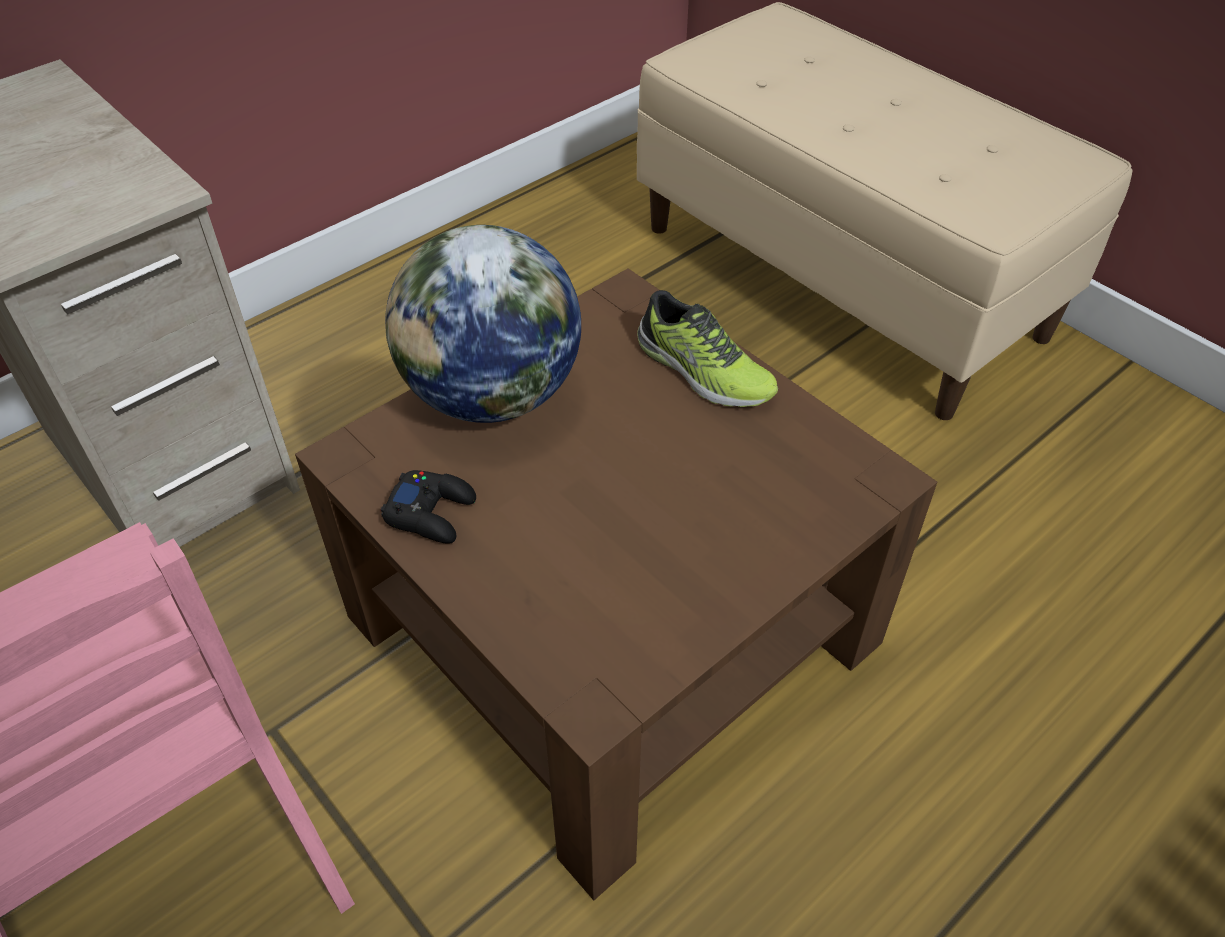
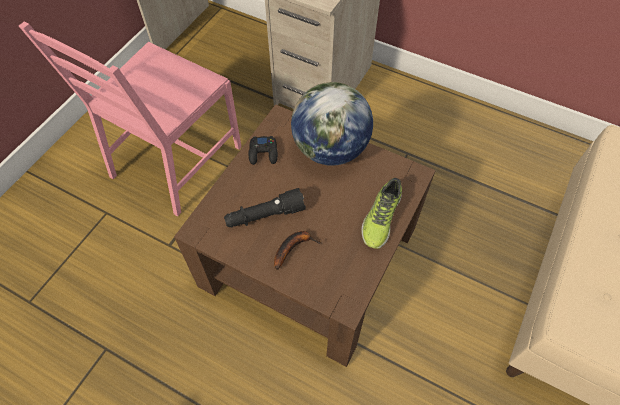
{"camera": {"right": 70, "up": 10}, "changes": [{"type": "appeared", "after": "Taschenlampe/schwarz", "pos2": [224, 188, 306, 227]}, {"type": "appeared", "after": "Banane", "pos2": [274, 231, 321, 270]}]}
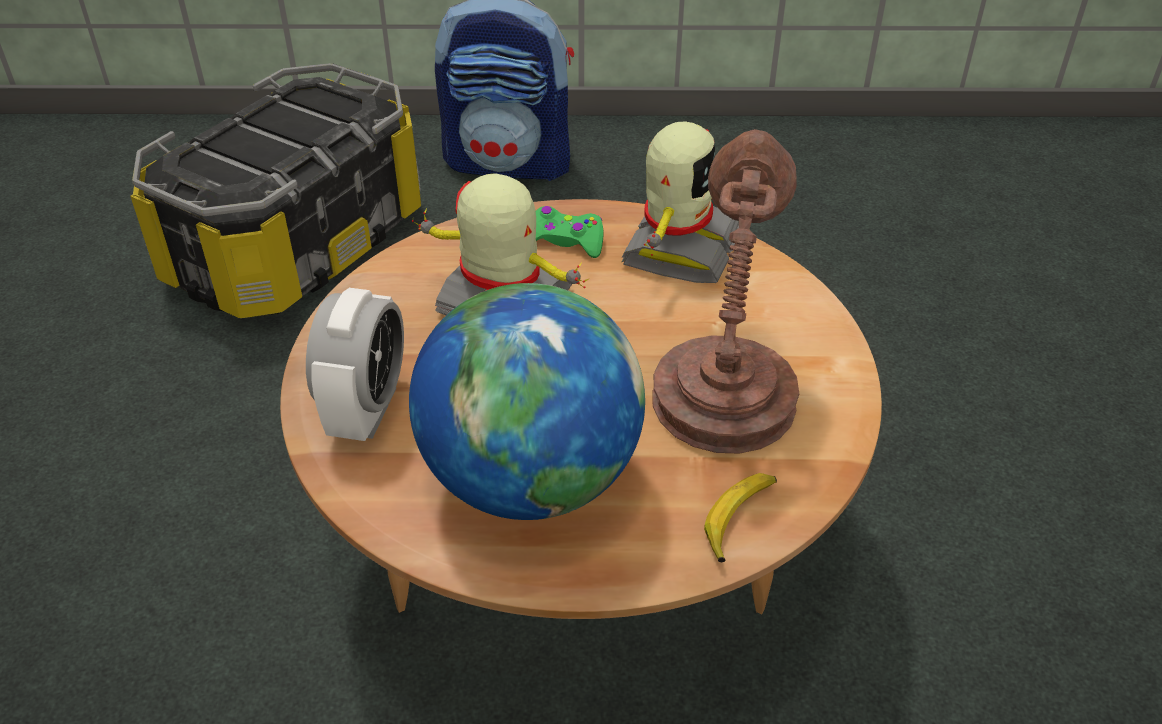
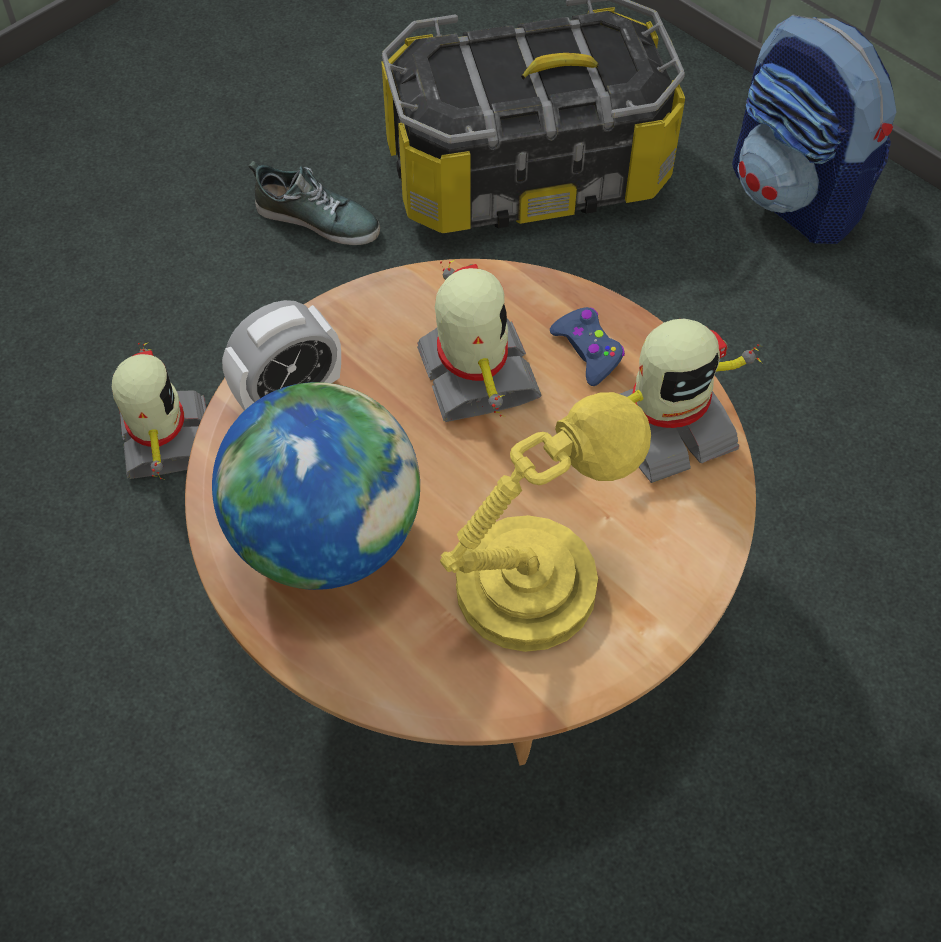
{"camera": {"right": 45, "up": 15}, "changes": [{"type": "appeared", "after": "Spielzeugroboter", "pos2": [112, 341, 206, 479]}, {"type": "appeared", "after": "Schuh", "pos2": [249, 161, 380, 245]}, {"type": "relocated", "before": "Banane", "pos1": [704, 473, 777, 562], "pos2": [521, 53, 599, 79]}, {"type": "colour", "before": "Gamepad/grün", "after": "Gamepad/blau", "pos1": [535, 206, 603, 258], "pos2": [550, 307, 625, 386]}, {"type": "colour", "before": "Tischlampe/braun", "after": "Tischlampe/gelb", "pos1": [652, 129, 799, 454], "pos2": [440, 392, 651, 652]}]}
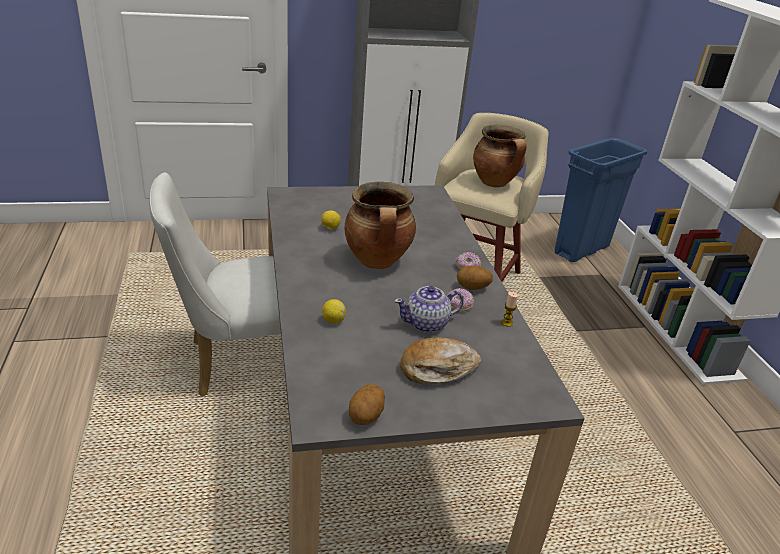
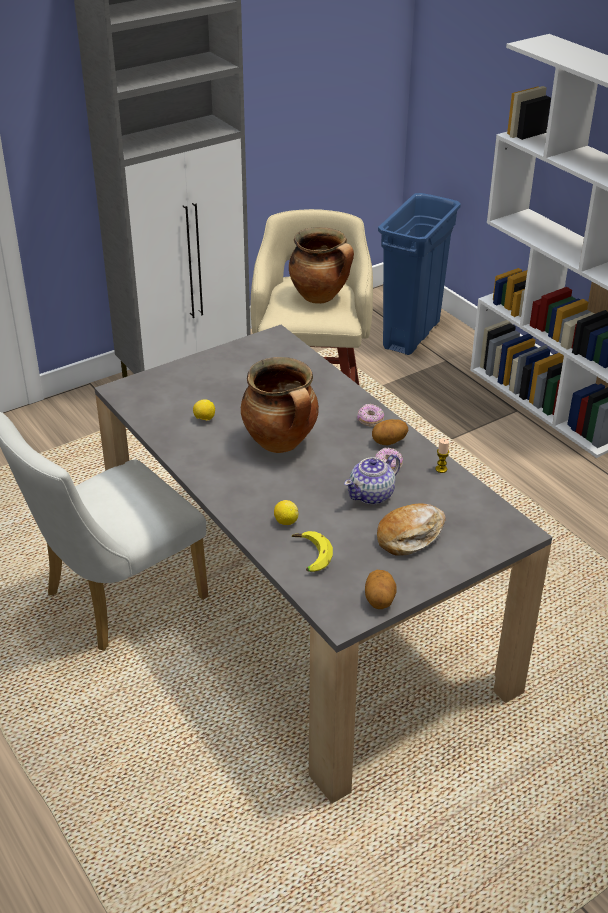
{"camera": {"right": -20, "up": 5}, "changes": [{"type": "appeared", "after": "Banane", "pos2": [292, 531, 333, 572]}]}
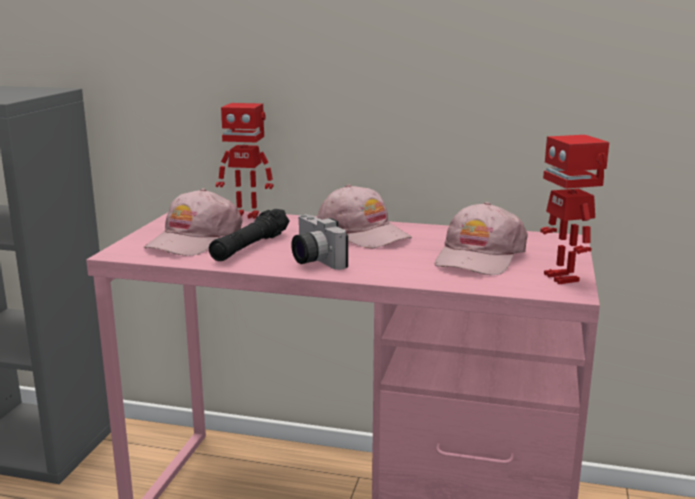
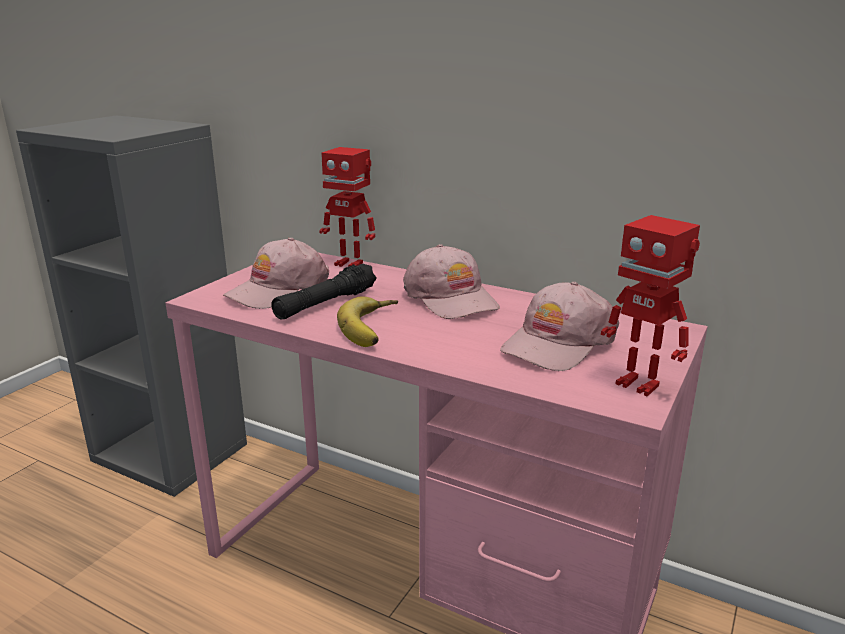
{"camera": {"right": 15, "up": 5}, "changes": [{"type": "exchanged", "before": "Kamera", "after": "Banane", "pos1": [291, 214, 348, 270], "pos2": [337, 297, 398, 347]}, {"type": "spun", "before": "Spielzeugroboter", "pos1": [540, 135, 609, 284], "pos2": [601, 215, 700, 397], "turn": -45}]}
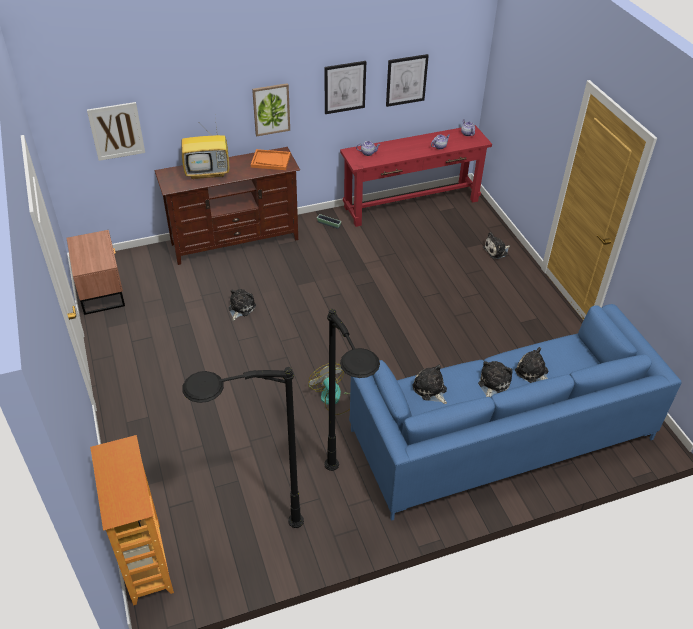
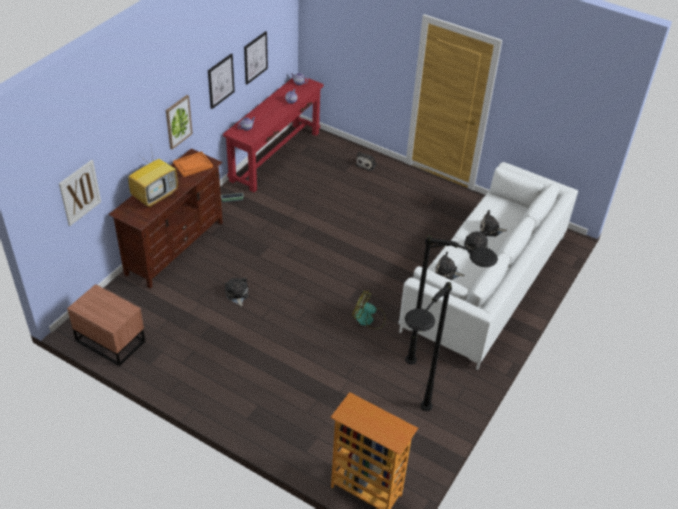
{"camera": {"right": -40, "up": 0}, "changes": [{"type": "colour", "before": "Sofa/blau", "after": "Sofa/weiß", "pos1": [349, 304, 682, 521], "pos2": [398, 162, 578, 370]}]}
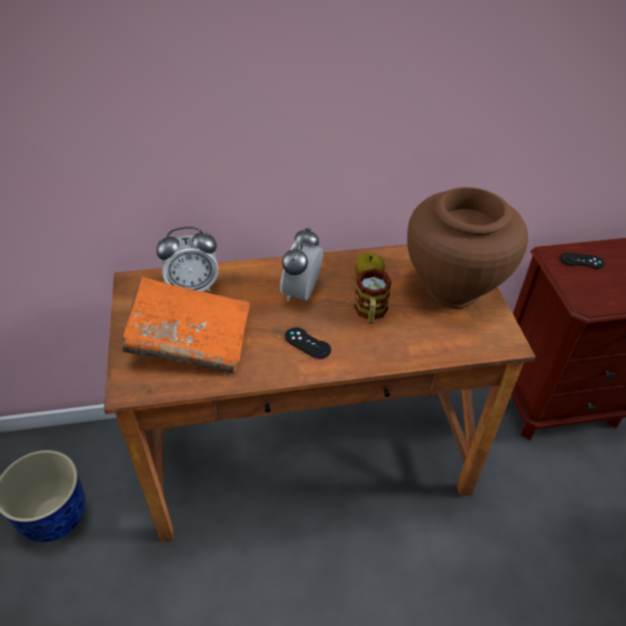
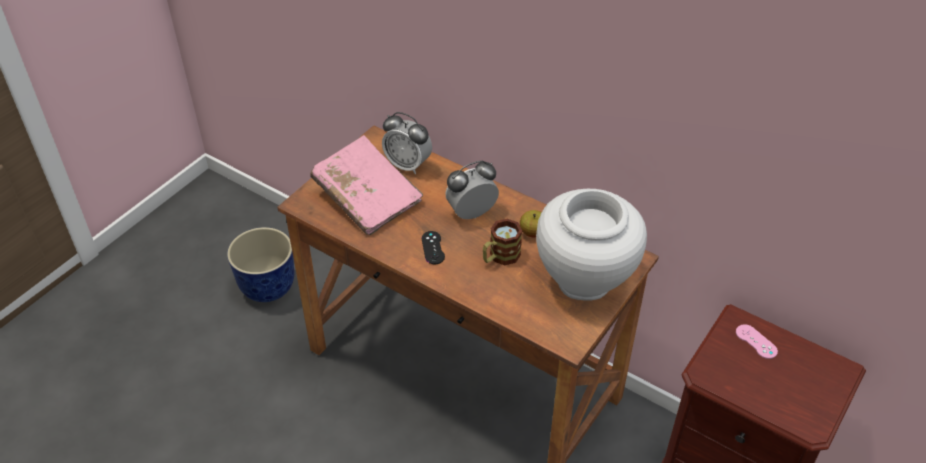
{"camera": {"right": 45, "up": 0}, "changes": [{"type": "colour", "before": "Buch/orange", "after": "Buch/rosa", "pos1": [122, 277, 250, 373], "pos2": [310, 135, 423, 235]}, {"type": "colour", "before": "Vase/braun", "after": "Vase/weiß", "pos1": [407, 187, 528, 309], "pos2": [536, 189, 647, 301]}, {"type": "colour", "before": "Gamepad/schwarz", "after": "Gamepad/rosa", "pos1": [560, 253, 605, 269], "pos2": [736, 324, 778, 359]}]}
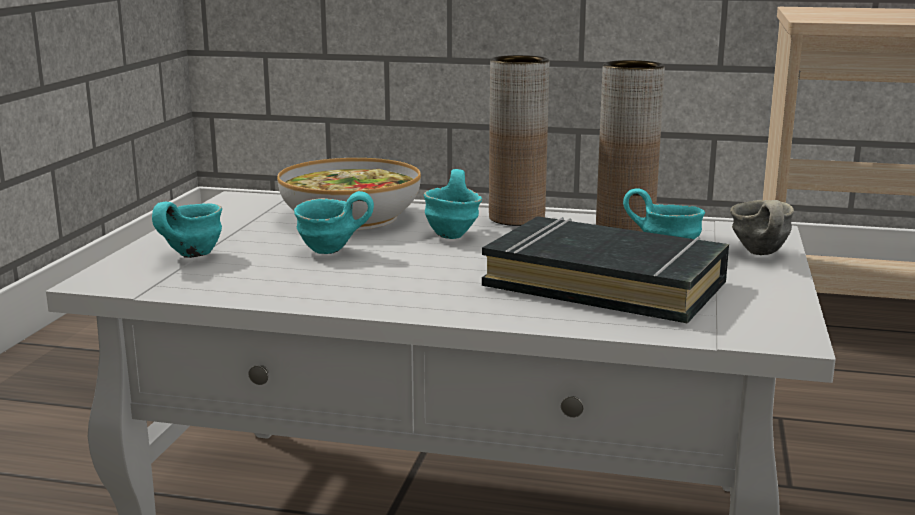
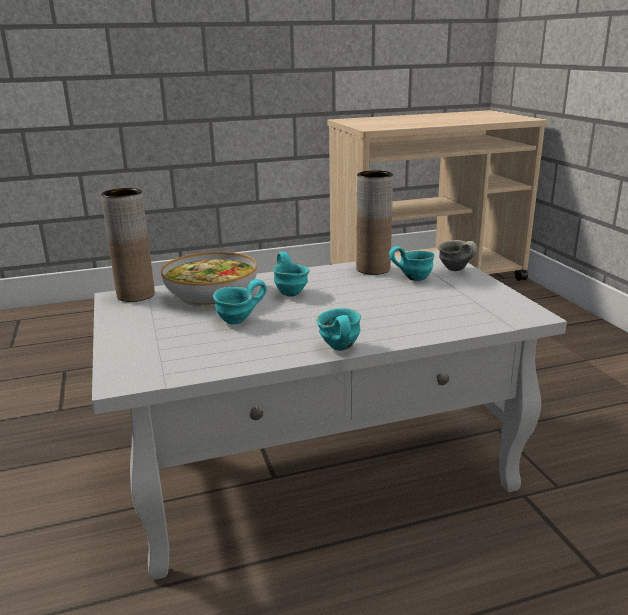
{"camera": {"right": -30, "up": 5}, "changes": [{"type": "missing", "before": "Buch/schwarz", "pos1": [482, 217, 729, 323]}, {"type": "relocated", "before": "Henkelbecher/türkis", "pos1": [152, 202, 222, 258], "pos2": [316, 308, 361, 351]}, {"type": "relocated", "before": "Vase/braun", "pos1": [489, 55, 549, 226], "pos2": [101, 188, 155, 302]}]}
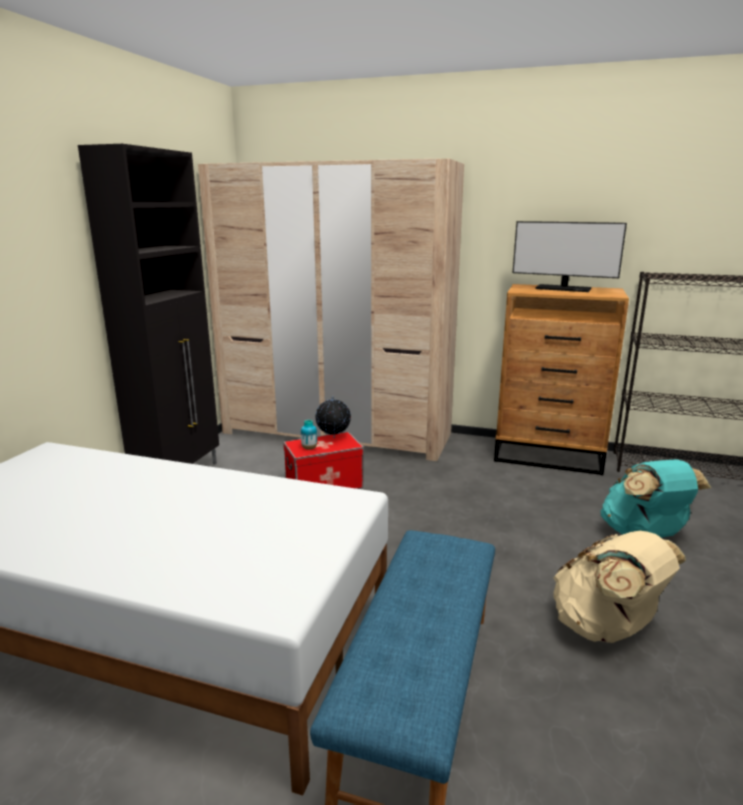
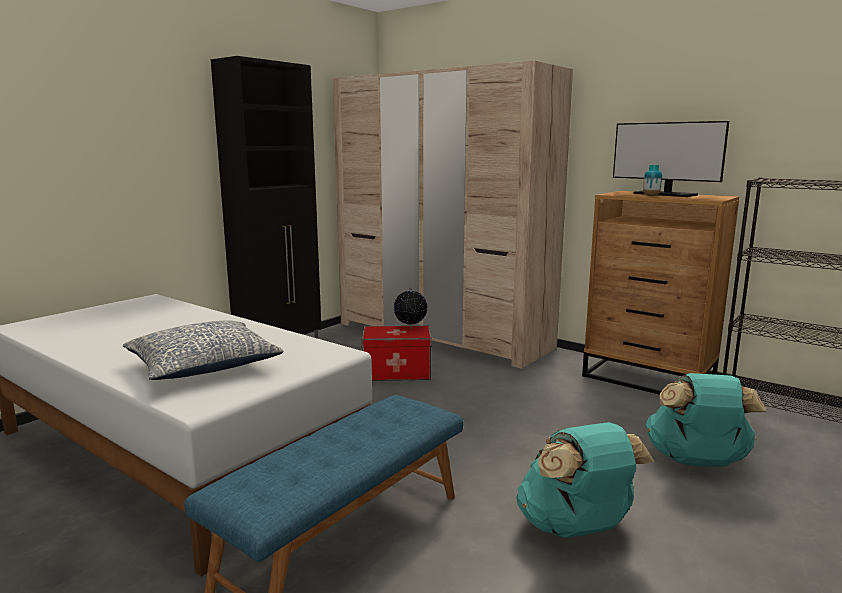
{"camera": {"right": 20, "up": -5}, "changes": [{"type": "appeared", "after": "Kissen", "pos2": [123, 320, 283, 380]}, {"type": "relocated", "before": "Vase", "pos1": [301, 420, 317, 450], "pos2": [643, 165, 662, 196]}, {"type": "colour", "before": "Rucksack/beige", "after": "Rucksack/türkis", "pos1": [553, 531, 686, 643], "pos2": [516, 422, 655, 538]}]}
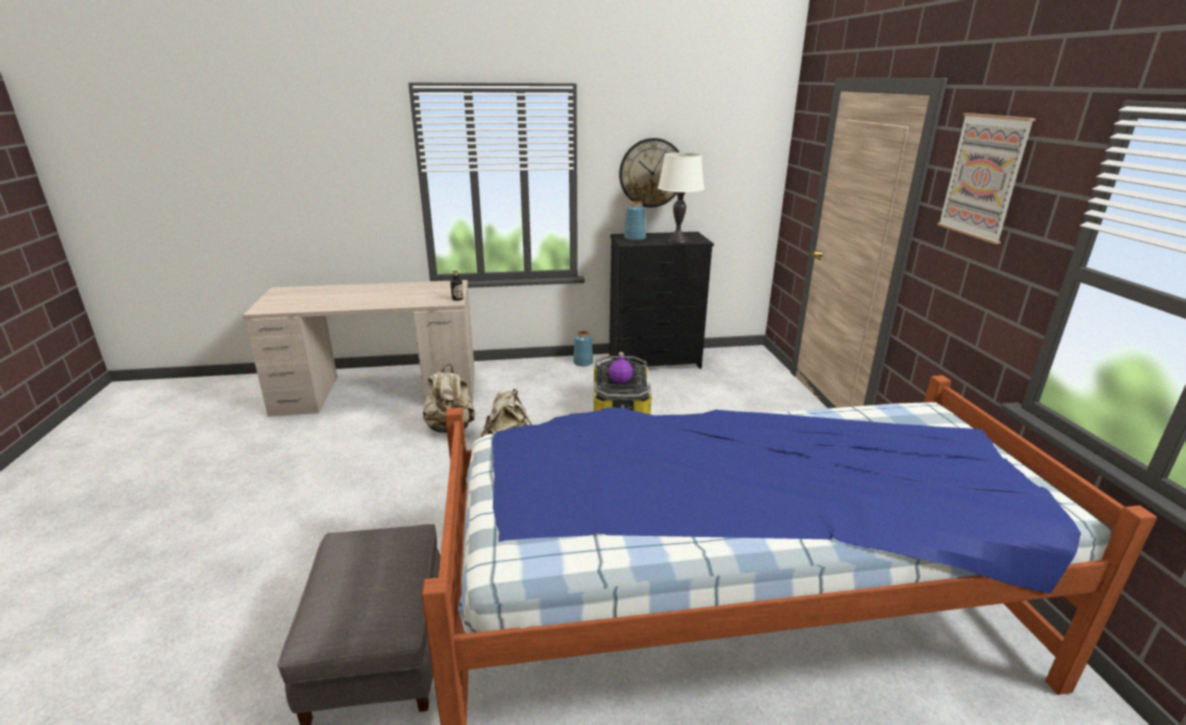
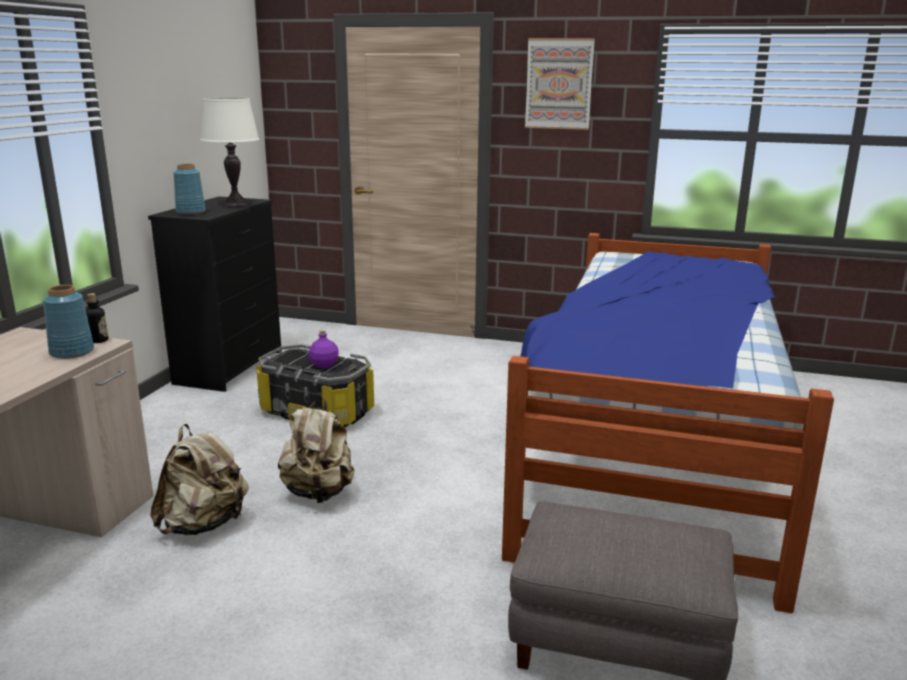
{"camera": {"right": -65, "up": -5}, "changes": [{"type": "missing", "before": "Wanduhr", "pos1": [619, 138, 679, 207]}, {"type": "relocated", "before": "Vase/blau", "pos1": [573, 331, 593, 366], "pos2": [43, 285, 94, 359]}]}
